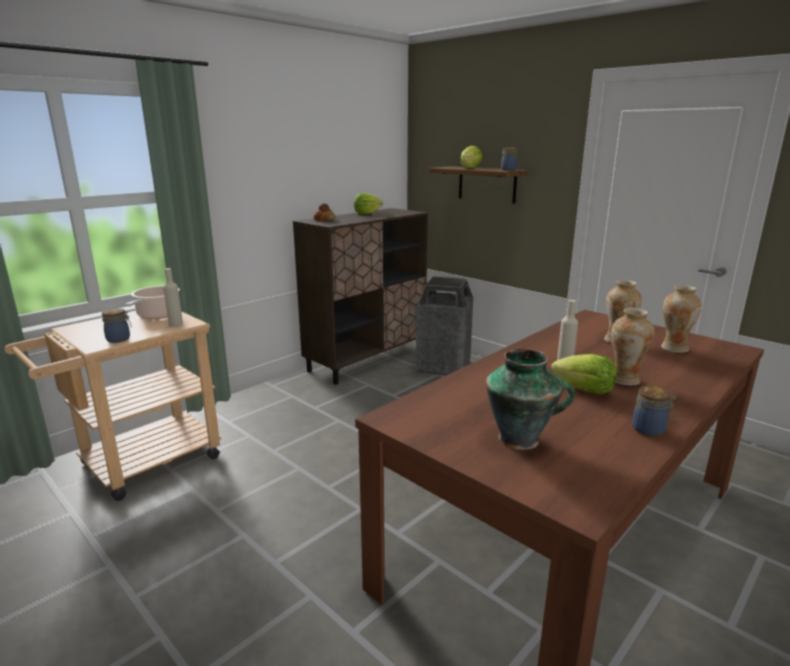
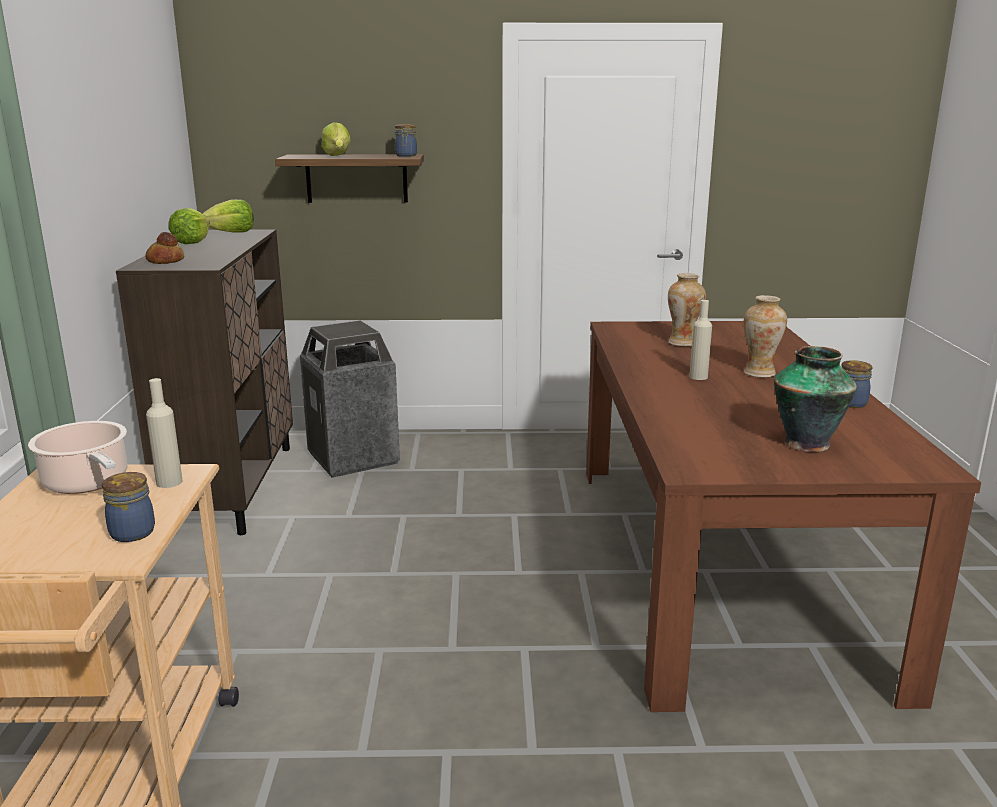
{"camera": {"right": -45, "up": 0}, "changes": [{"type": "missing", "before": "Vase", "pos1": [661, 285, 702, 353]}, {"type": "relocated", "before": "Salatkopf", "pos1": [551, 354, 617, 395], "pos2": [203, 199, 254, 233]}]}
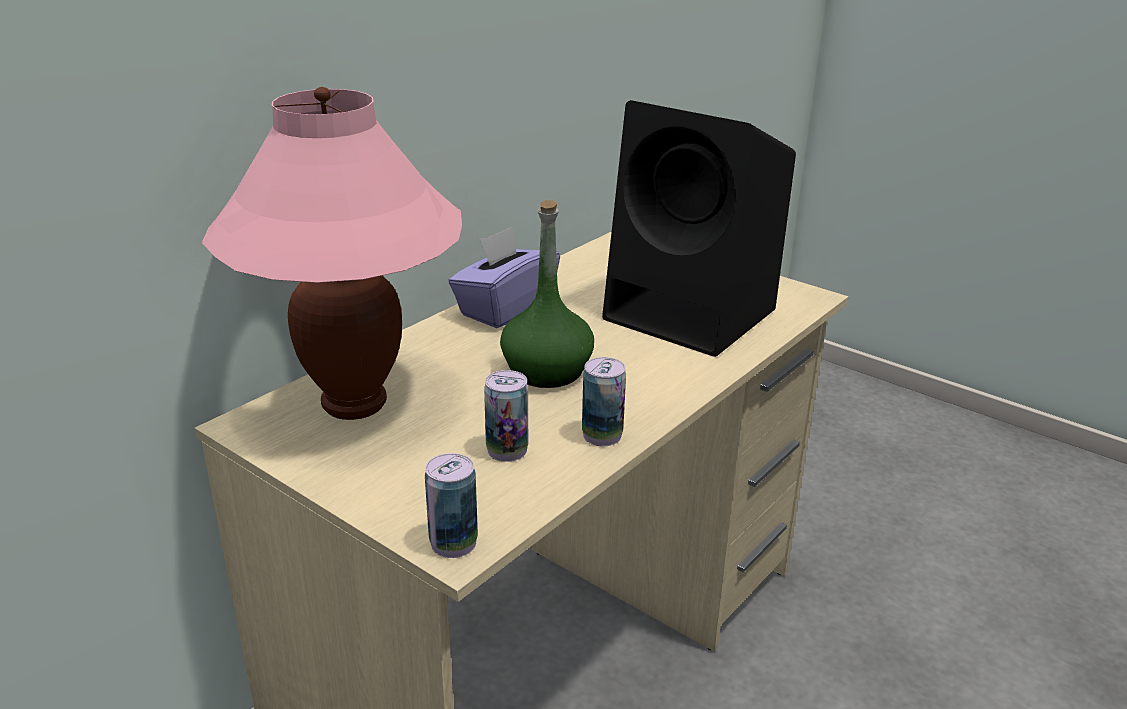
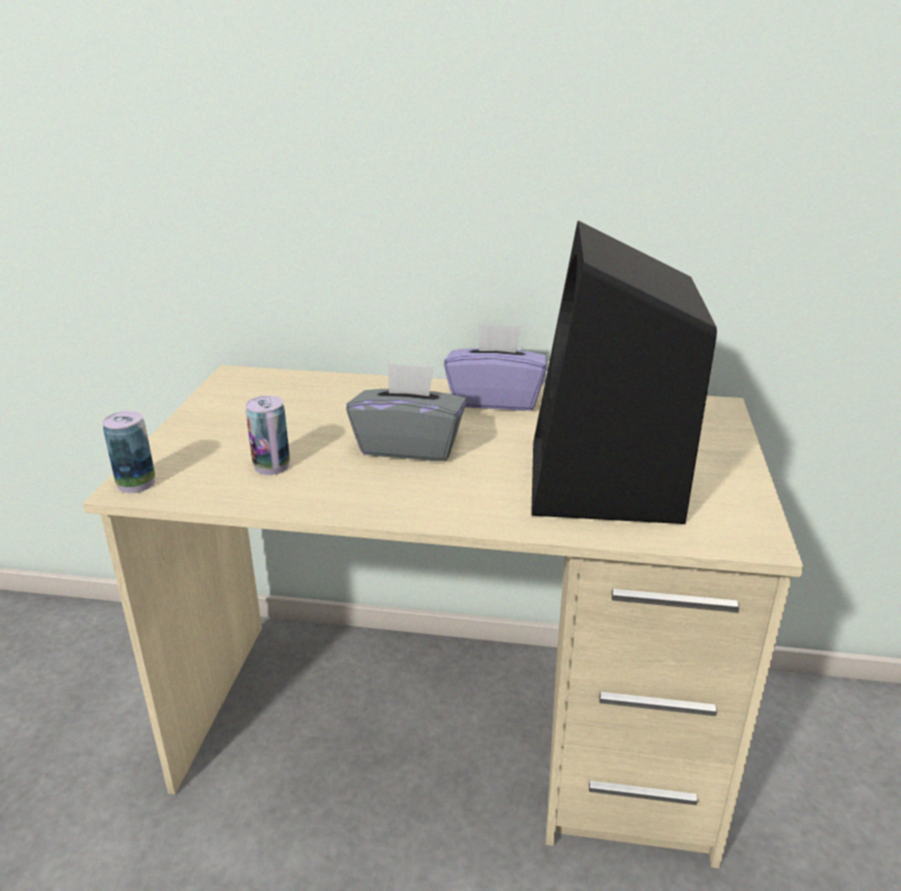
{"camera": {"right": 60, "up": 0}, "changes": [{"type": "missing", "before": "Tischlampe/rosa", "pos1": [202, 87, 462, 420]}, {"type": "missing", "before": "Dose", "pos1": [582, 357, 626, 446]}, {"type": "exchanged", "before": "Flasche/grün", "after": "Taschentuchbox/grau", "pos1": [500, 200, 594, 388], "pos2": [346, 363, 467, 461]}]}
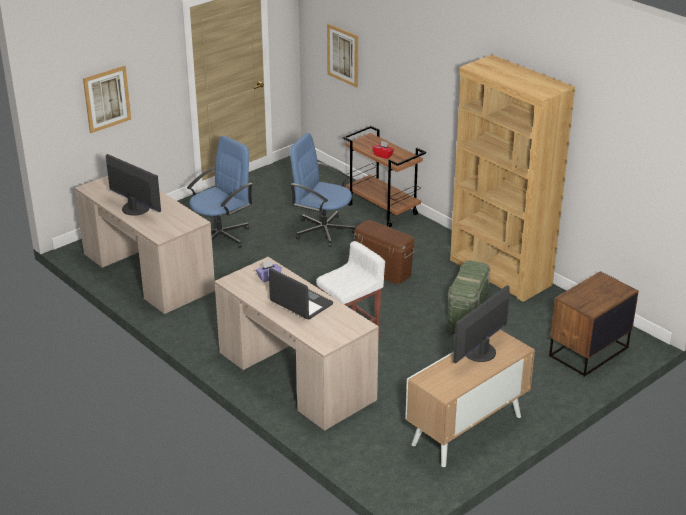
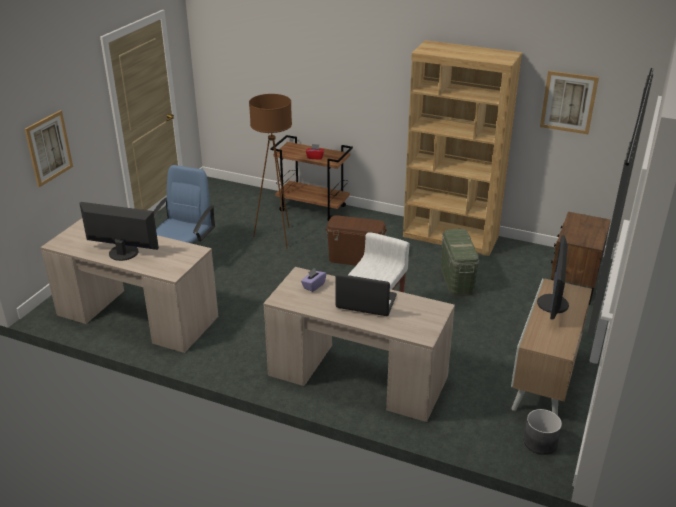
{"camera": {"right": -25, "up": 0}, "changes": [{"type": "appeared", "after": "Pflanzkübel/grau", "pos2": [523, 409, 562, 455]}, {"type": "relocated", "before": "Bild", "pos1": [327, 24, 358, 88], "pos2": [540, 71, 599, 134]}, {"type": "exchanged", "before": "Bürostuhl/blau", "after": "Stehlampe/braun", "pos1": [290, 133, 356, 247], "pos2": [249, 94, 292, 249]}]}
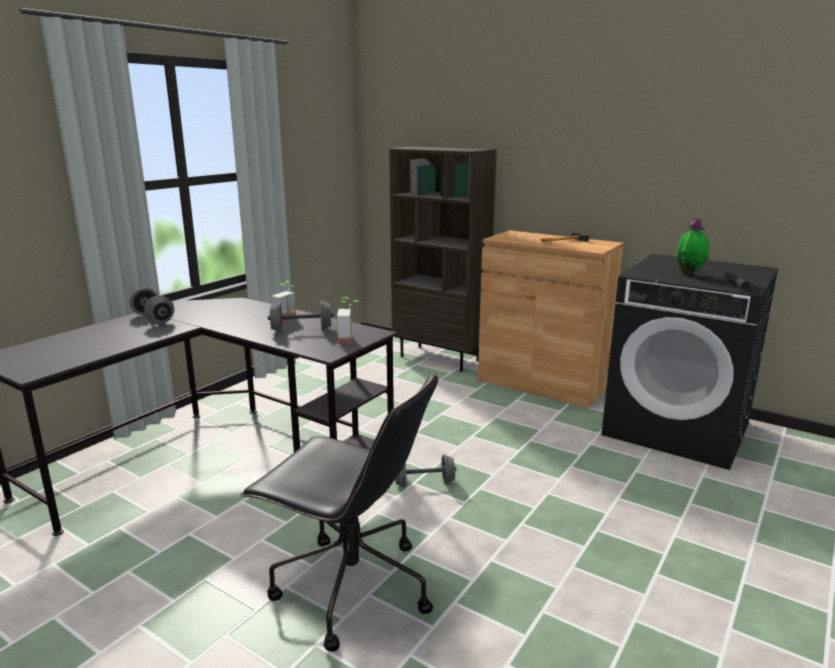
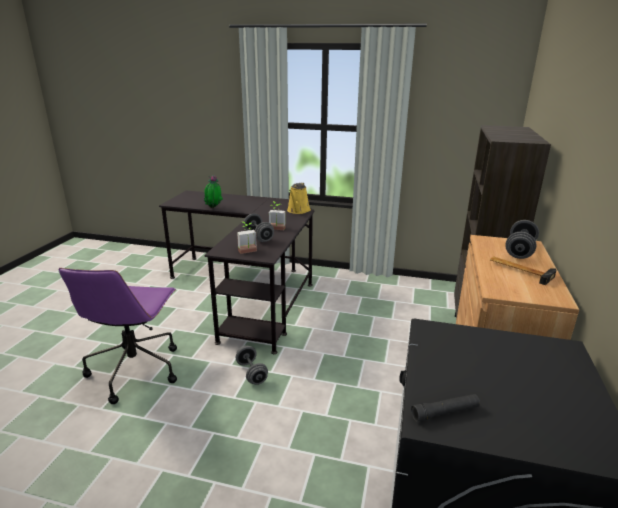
{"camera": {"right": 70, "up": 5}, "changes": [{"type": "appeared", "after": "Gießkanne/gelb", "pos2": [287, 183, 311, 214]}, {"type": "relocated", "before": "Hantel/grau", "pos1": [129, 288, 174, 324], "pos2": [505, 220, 539, 259]}, {"type": "relocated", "before": "Topfpflanze", "pos1": [675, 218, 709, 275], "pos2": [204, 175, 223, 208]}, {"type": "colour", "before": "Bürostuhl/schwarz", "after": "Bürostuhl/lila", "pos1": [240, 372, 438, 652], "pos2": [59, 268, 177, 404]}]}
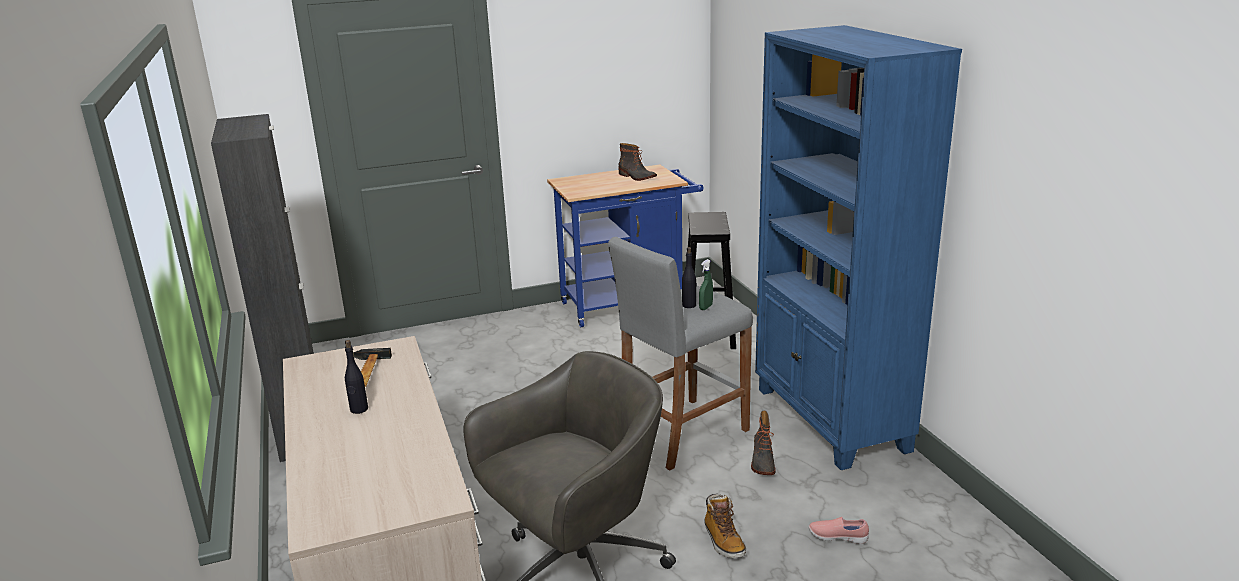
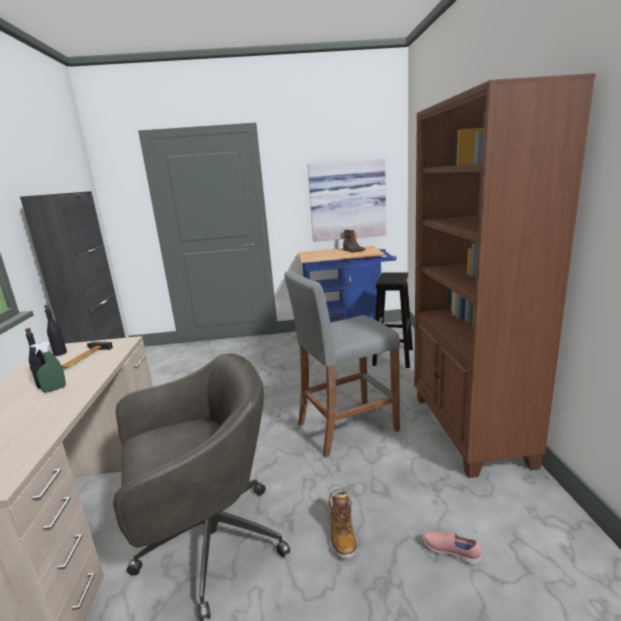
{"camera": {"right": 15, "up": -5}, "changes": [{"type": "missing", "before": "Stiefel", "pos1": [751, 411, 776, 475]}, {"type": "appeared", "after": "Bild", "pos2": [308, 158, 386, 242]}, {"type": "relocated", "before": "Flasche/schwarz", "pos1": [682, 247, 697, 308], "pos2": [44, 305, 67, 356]}, {"type": "relocated", "before": "Sprühflasche/grün", "pos1": [699, 259, 713, 310], "pos2": [31, 341, 66, 393]}, {"type": "colour", "before": "Bücherregal/blau", "after": "Bücherregal/braun", "pos1": [755, 25, 962, 470], "pos2": [414, 73, 596, 478]}]}
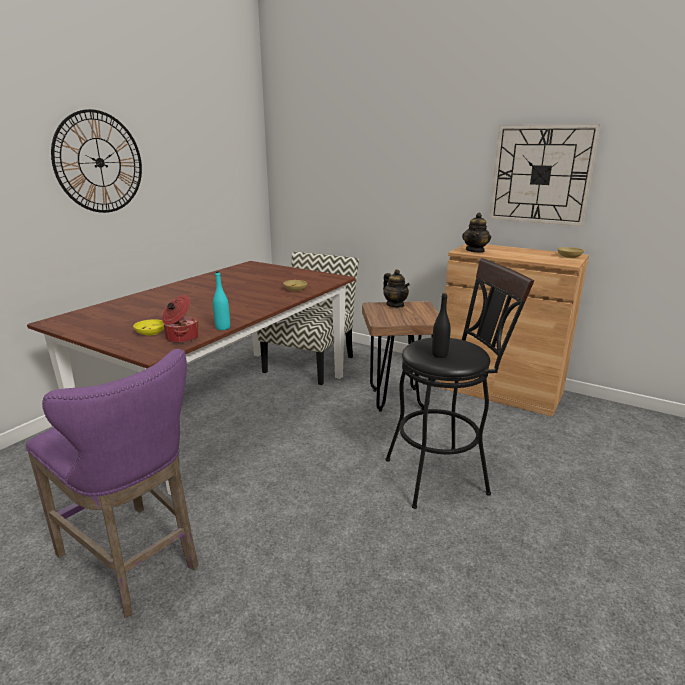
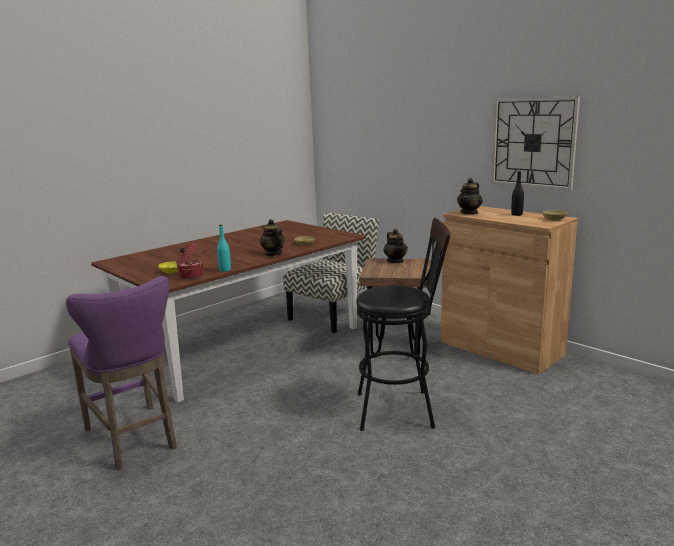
{"camera": {"right": 15, "up": -5}, "changes": [{"type": "missing", "before": "Wanduhr", "pos1": [51, 109, 142, 213]}, {"type": "appeared", "after": "Teekanne", "pos2": [260, 219, 285, 256]}, {"type": "relocated", "before": "Flasche/schwarz", "pos1": [432, 293, 451, 358], "pos2": [511, 171, 524, 216]}]}
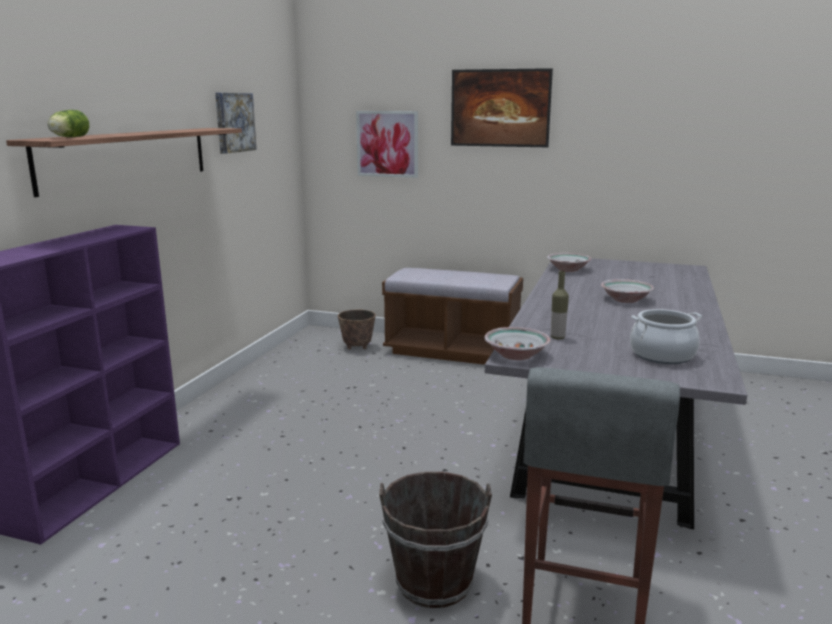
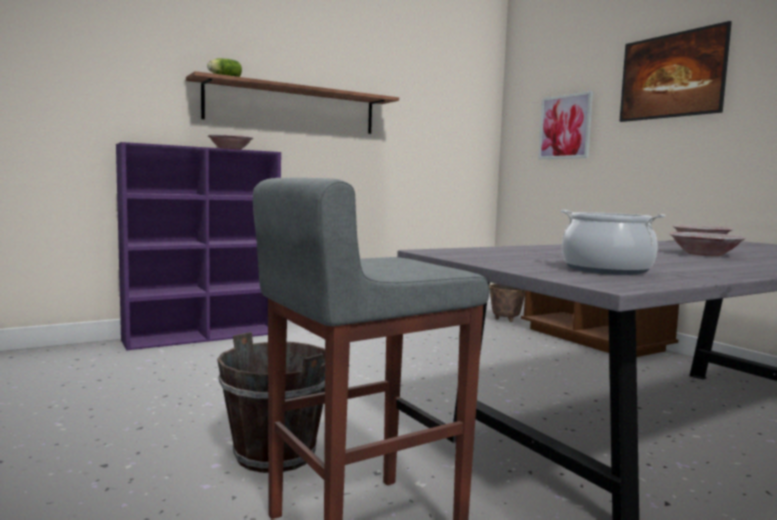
{"camera": {"right": 40, "up": -10}, "changes": [{"type": "missing", "before": "Bild", "pos1": [215, 93, 257, 154]}, {"type": "missing", "before": "Flasche", "pos1": [551, 271, 569, 340]}, {"type": "relocated", "before": "Schüssel", "pos1": [484, 327, 551, 360], "pos2": [208, 134, 253, 150]}]}
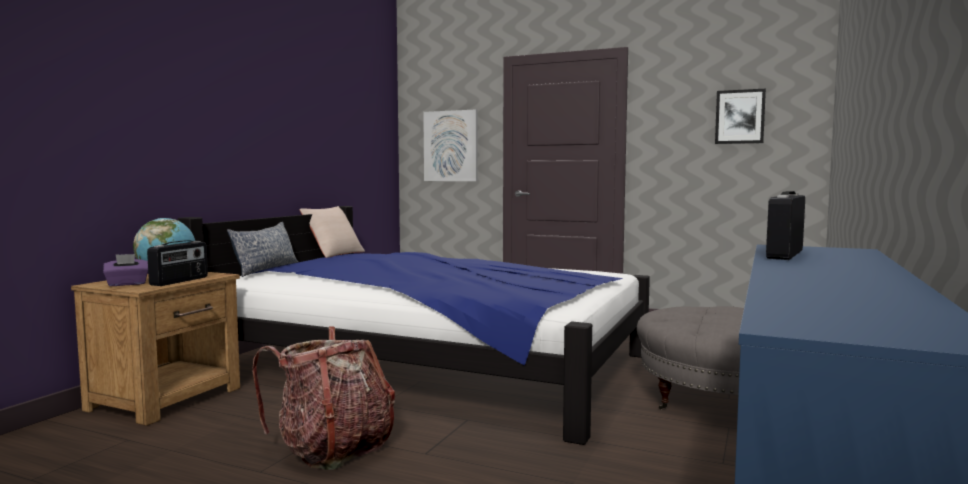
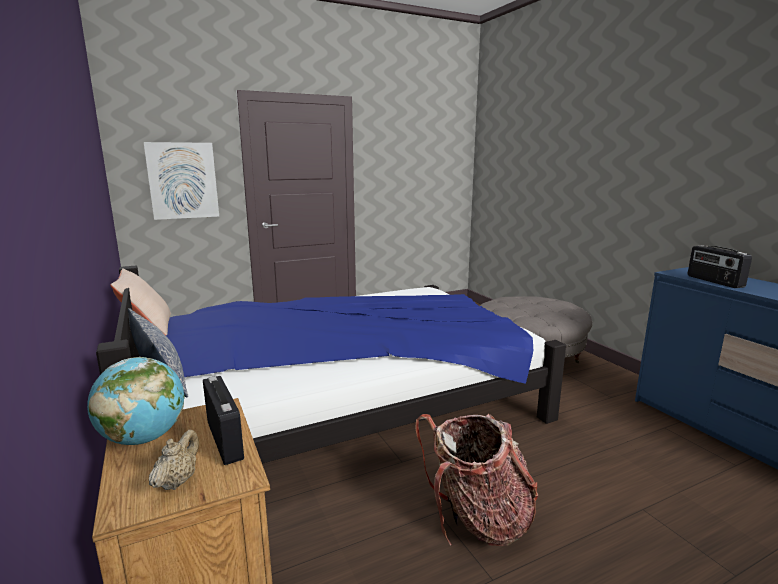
{"camera": {"right": -50, "up": 10}, "changes": [{"type": "missing", "before": "Bild", "pos1": [715, 89, 766, 144]}, {"type": "exchanged", "before": "Taschentuchbox/lila", "after": "Teekanne/beige", "pos1": [103, 254, 148, 286], "pos2": [149, 430, 199, 490]}]}
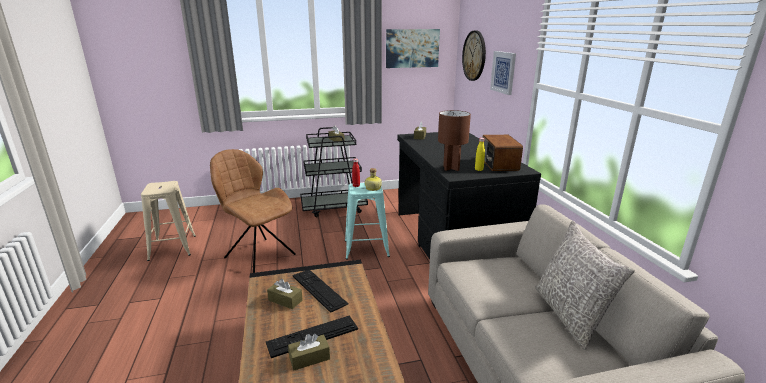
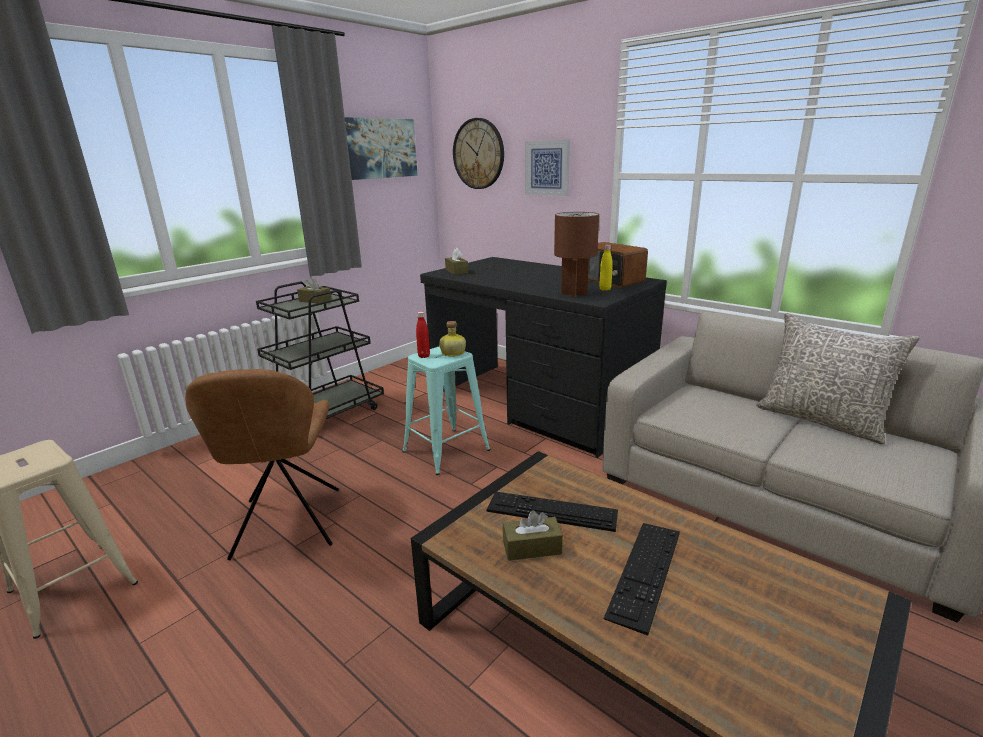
{"camera": {"right": -35, "up": 0}, "changes": [{"type": "missing", "before": "Taschentuchbox/braun", "pos1": [288, 334, 330, 371]}, {"type": "spun", "before": "Stuhl/braun", "pos1": [210, 149, 296, 273], "pos2": [185, 369, 339, 560], "turn": -105}]}
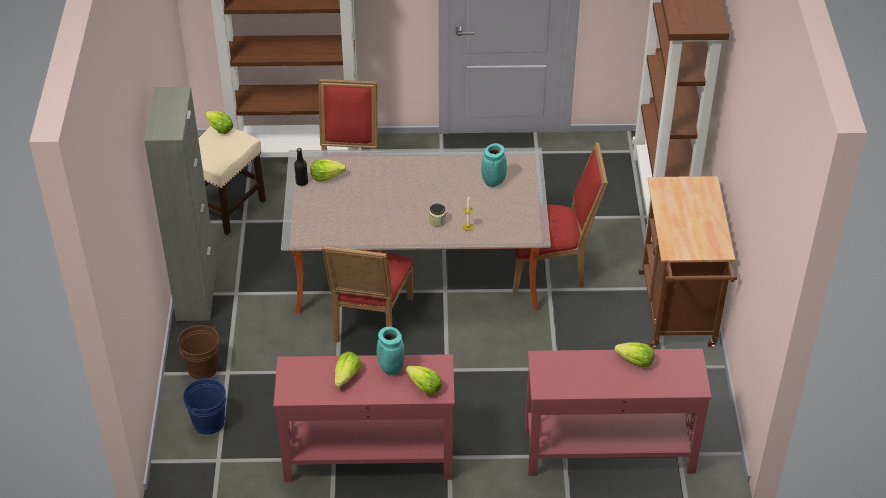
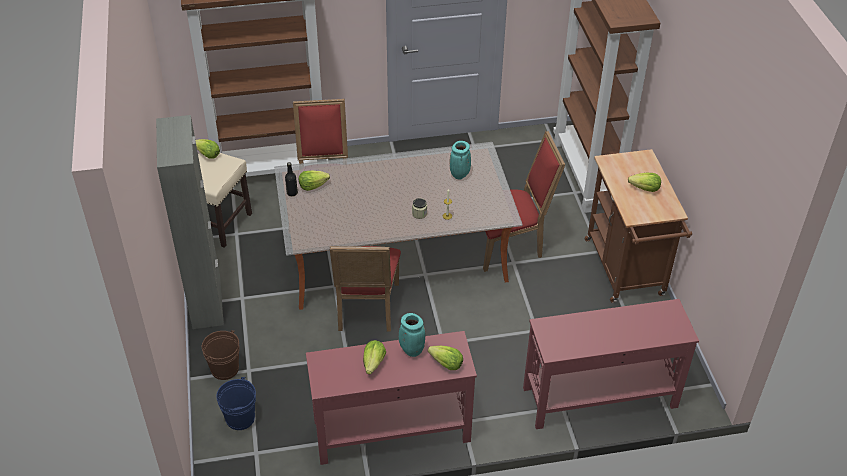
{"camera": {"right": -10, "up": 0}, "changes": [{"type": "relocated", "before": "Salatkopf", "pos1": [614, 342, 654, 367], "pos2": [628, 173, 661, 192]}]}
